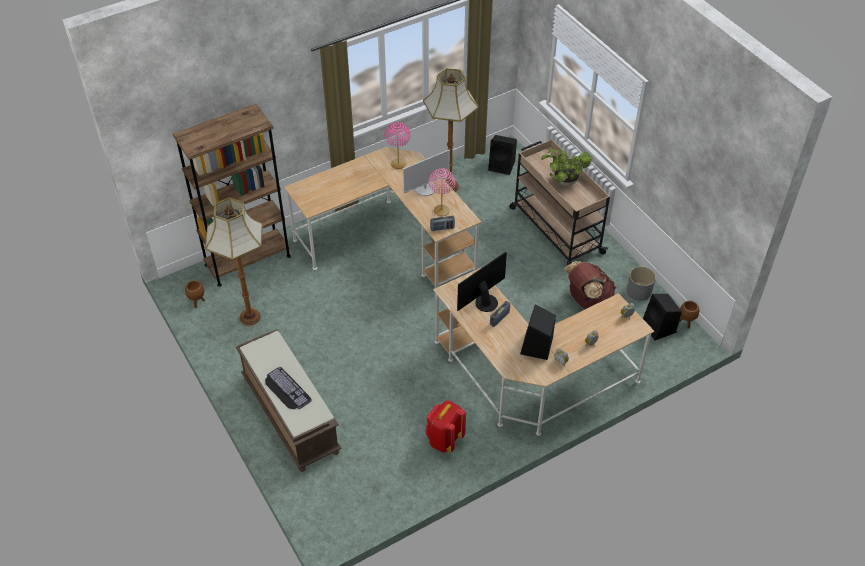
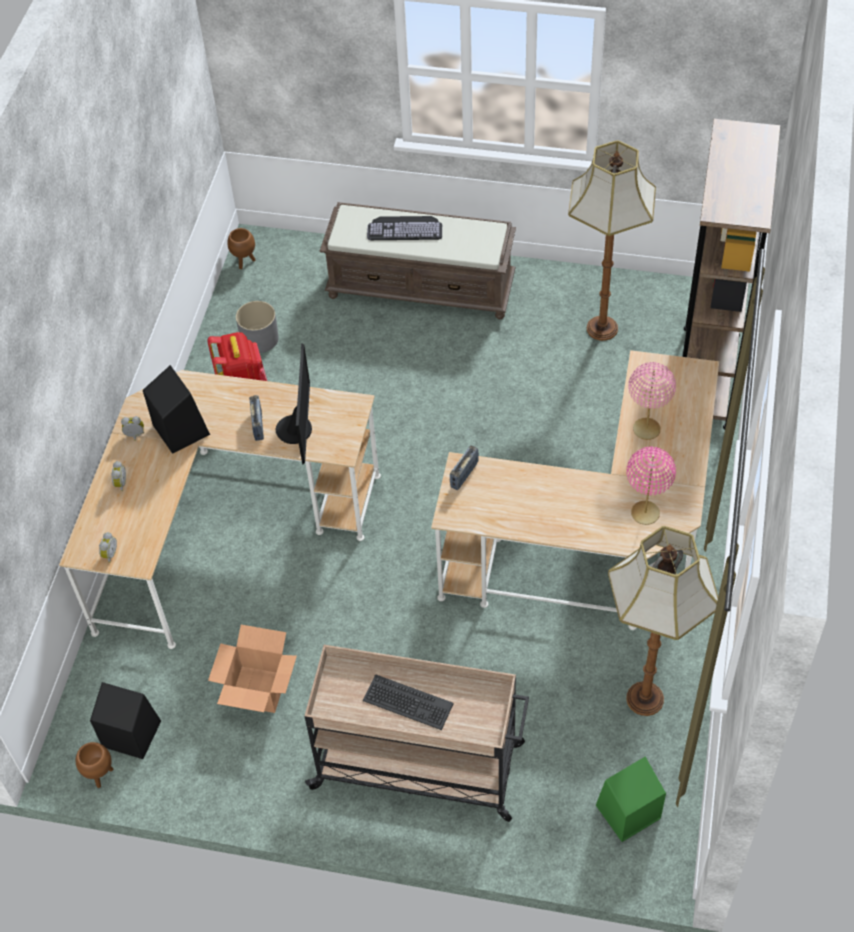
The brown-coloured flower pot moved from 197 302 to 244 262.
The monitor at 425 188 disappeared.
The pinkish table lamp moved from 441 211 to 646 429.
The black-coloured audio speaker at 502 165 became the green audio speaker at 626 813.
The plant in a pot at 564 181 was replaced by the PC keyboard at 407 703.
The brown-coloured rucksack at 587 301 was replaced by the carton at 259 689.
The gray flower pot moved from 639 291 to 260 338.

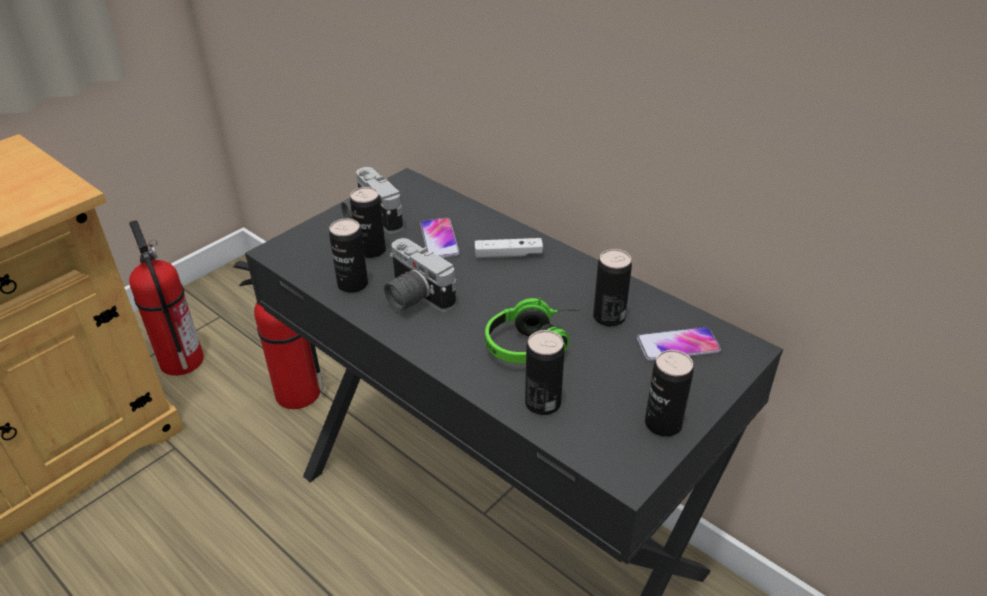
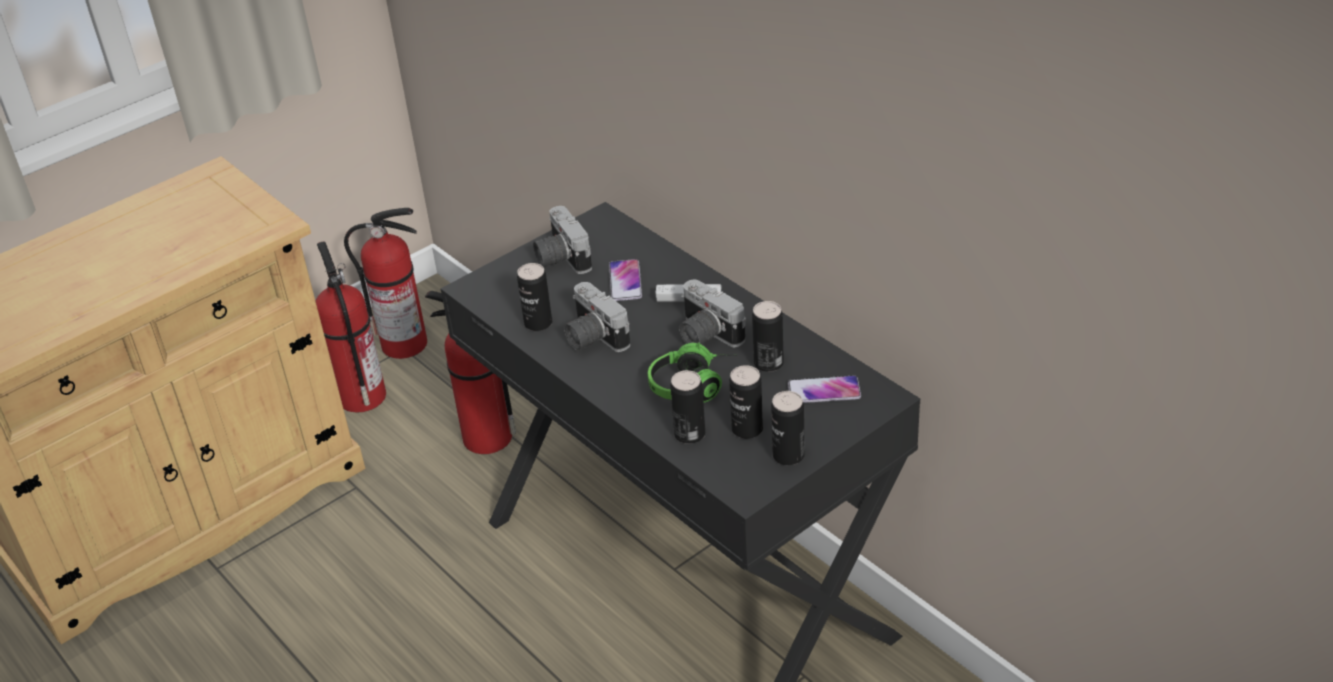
The can moved from 371 251 to 747 429.
The fire extinguisher at 406 343 appeared.
The still camera at 704 335 appeared.

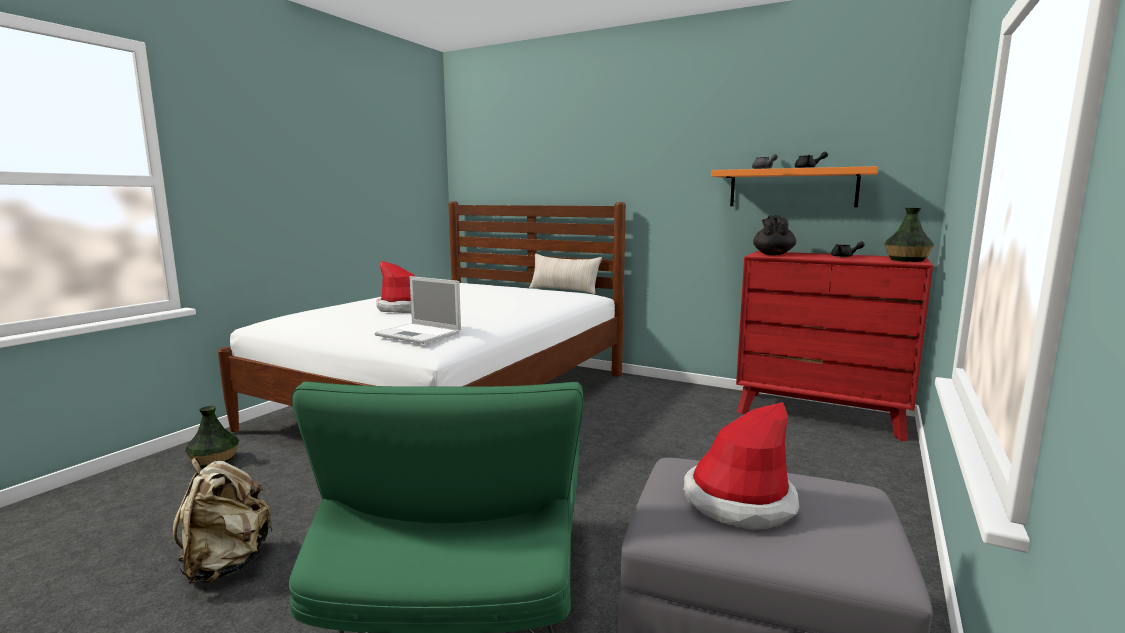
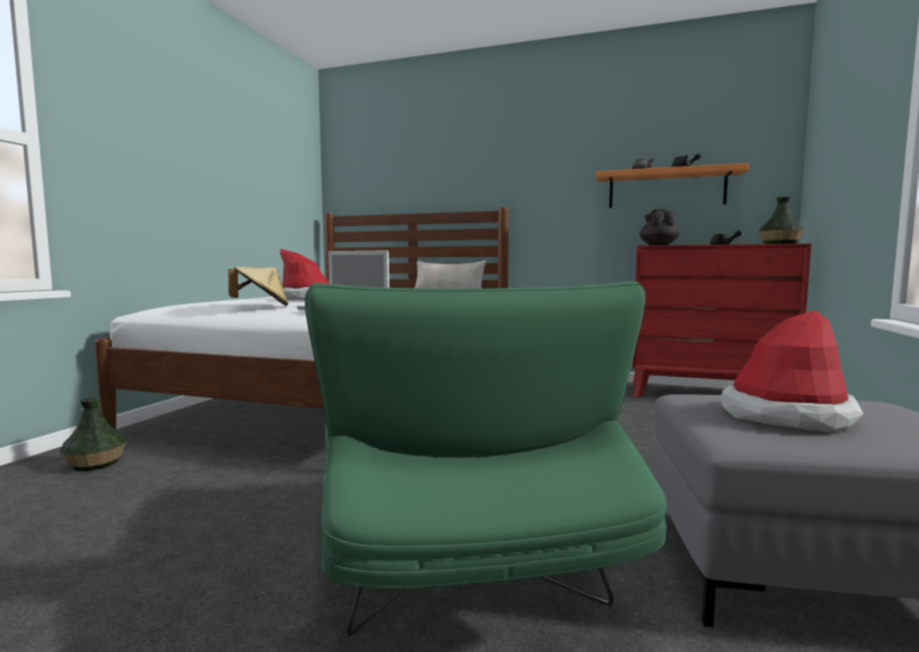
The sand-coloured rucksack at 226 564 disappeared.
The sand-coloured clothing hat at 261 306 appeared.

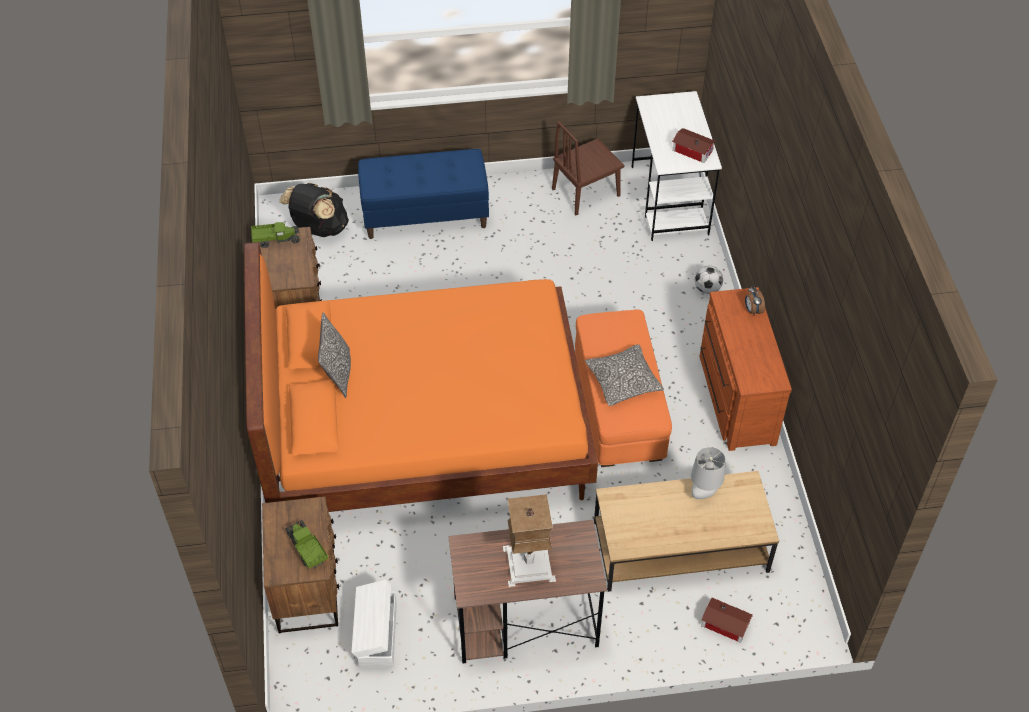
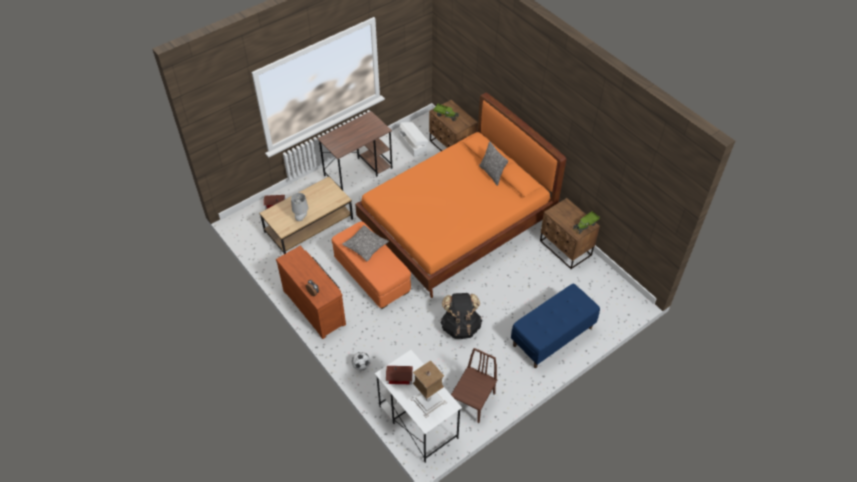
The black-coloured rucksack moved from 318 229 to 460 327.
The table lamp moved from 527 562 to 429 400.

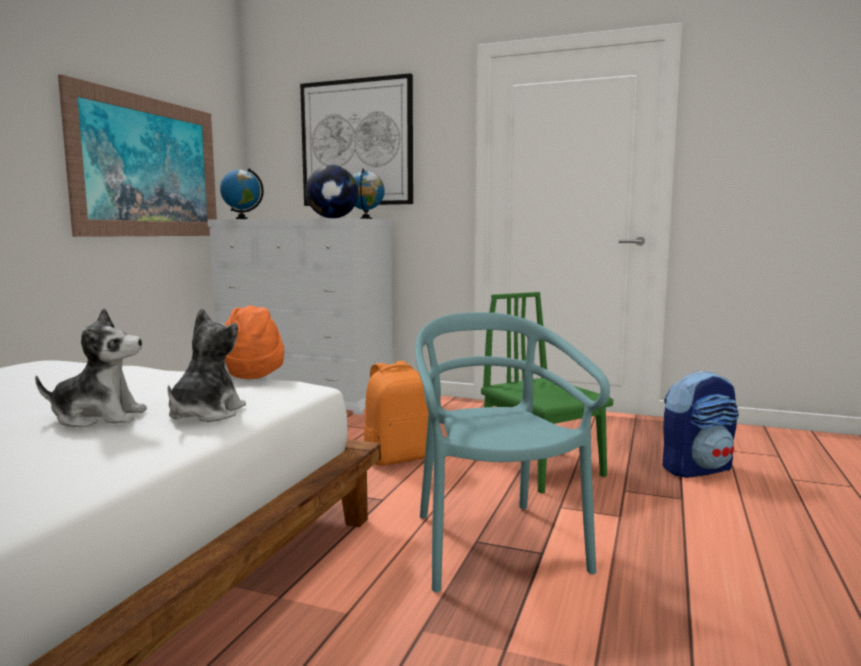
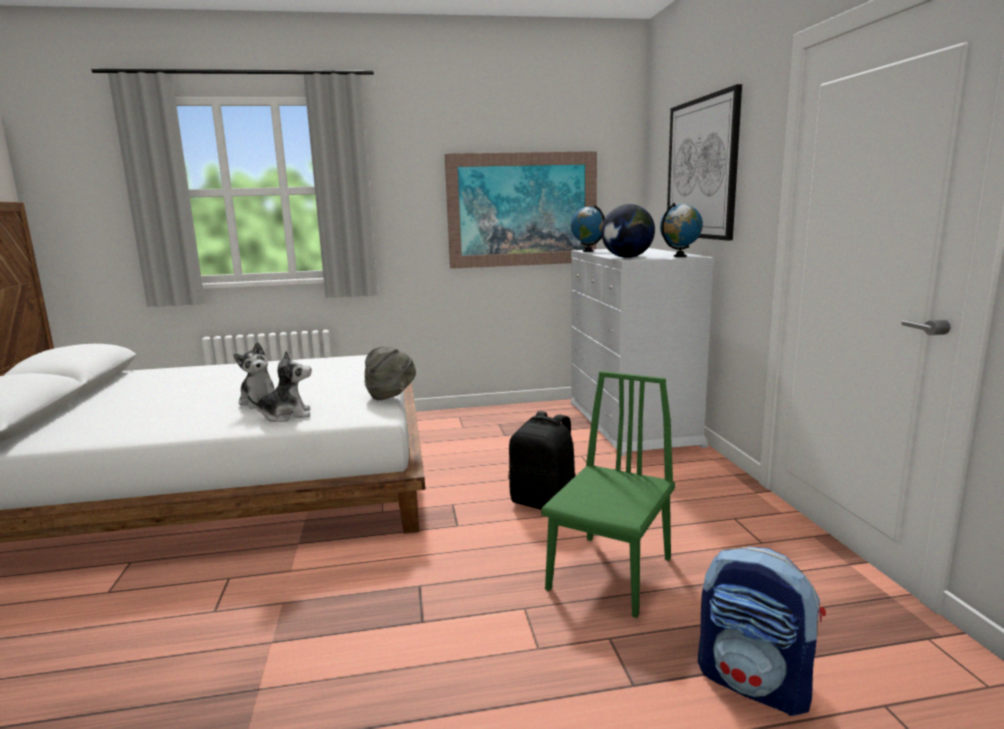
The orange clothing hat at 252 373 became the gray clothing hat at 391 395.
The orange rucksack at 398 457 became the black-coloured rucksack at 545 503.
The blue-green chair at 494 545 disappeared.

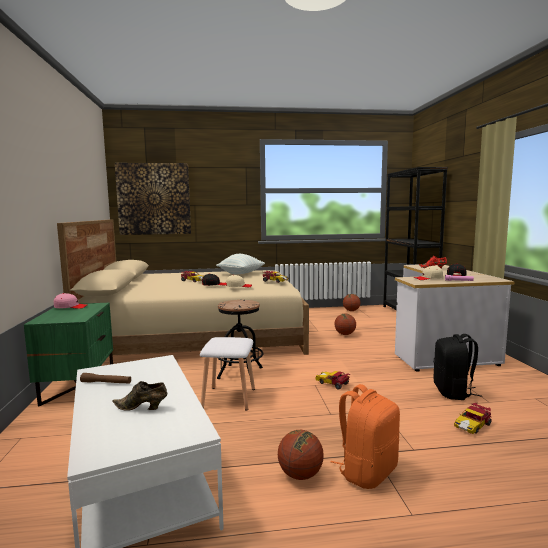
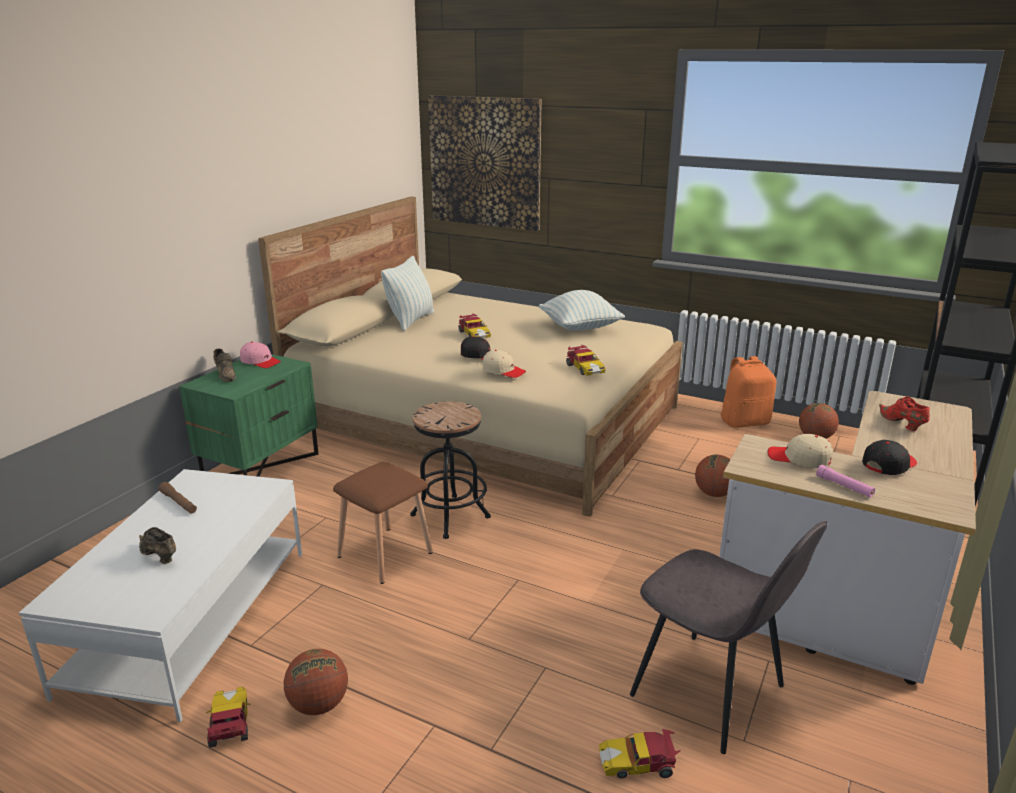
The whitish sitting stool at 228 398 became the brown-coloured sitting stool at 385 553.
The miniature car moved from 333 383 to 230 725.
The orange rucksack moved from 367 471 to 744 422.
The black-coloured rucksack at 453 392 was replaced by the gray chair at 711 693.
The brown-coloured low shoe at 225 375 appeared.
The cushion at 411 320 appeared.

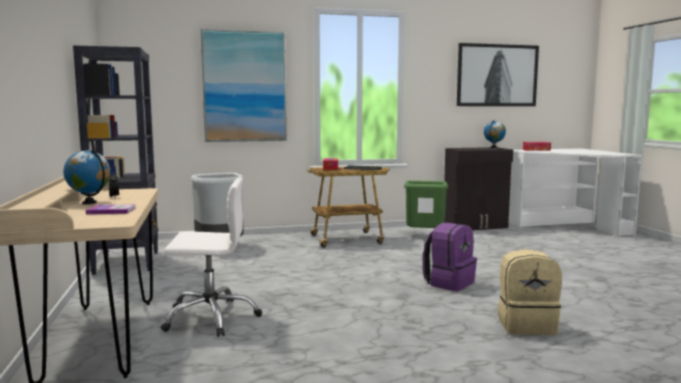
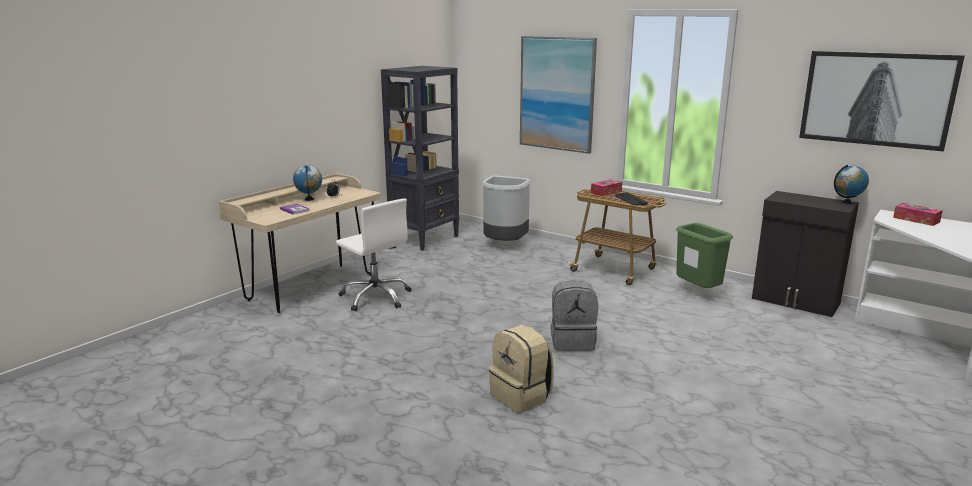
The purplish rucksack at 449 283 became the gray rucksack at 572 341.

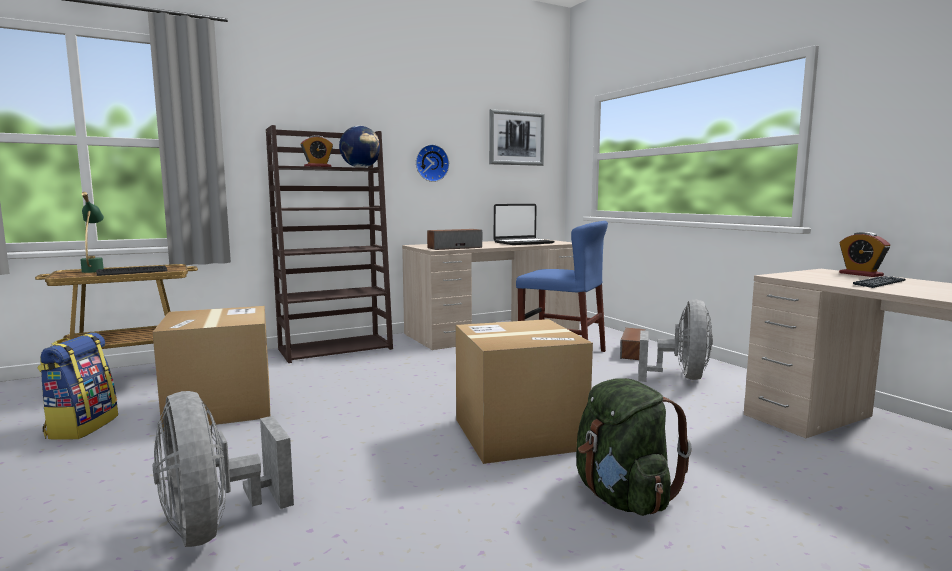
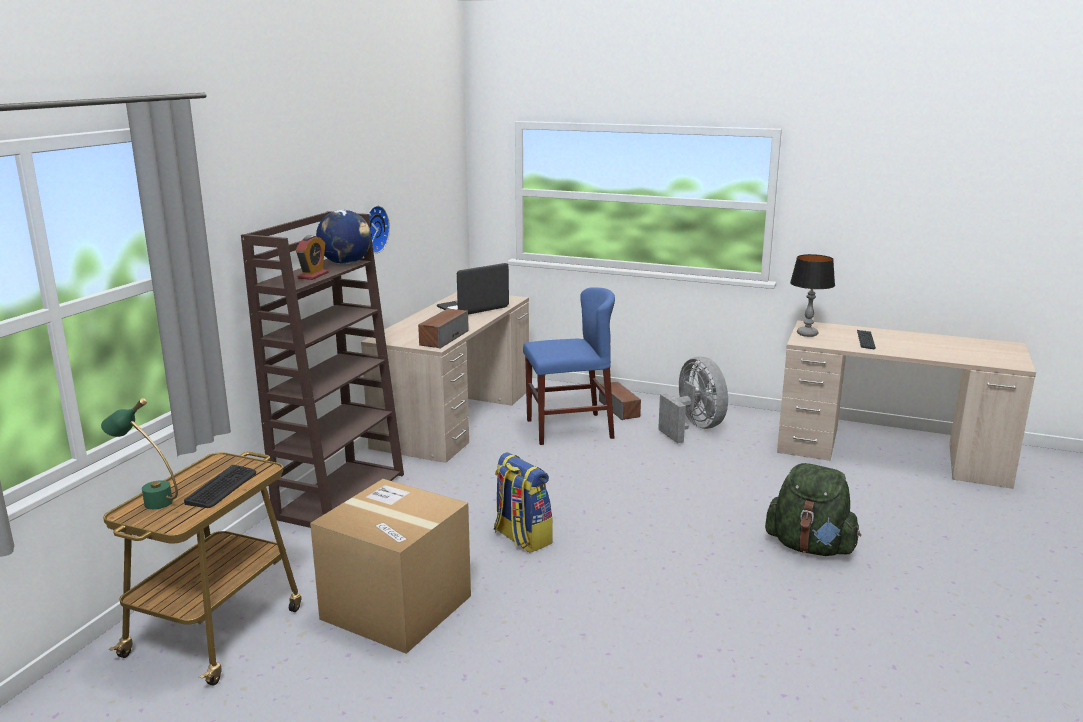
The rucksack moved from 82 427 to 521 538.
The gray fan at 216 526 disappeared.
The carton at 518 434 disappeared.
The wall art at 516 138 disappeared.
The portable computer at 523 243 turned 150 degrees counterclockwise.
The table clock at 860 274 disappeared.
The table lamp at 807 334 appeared.

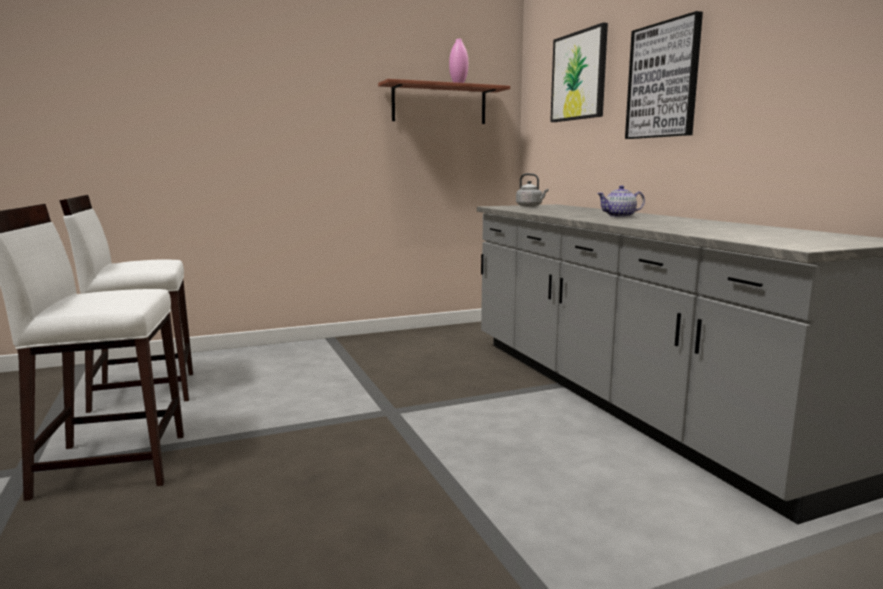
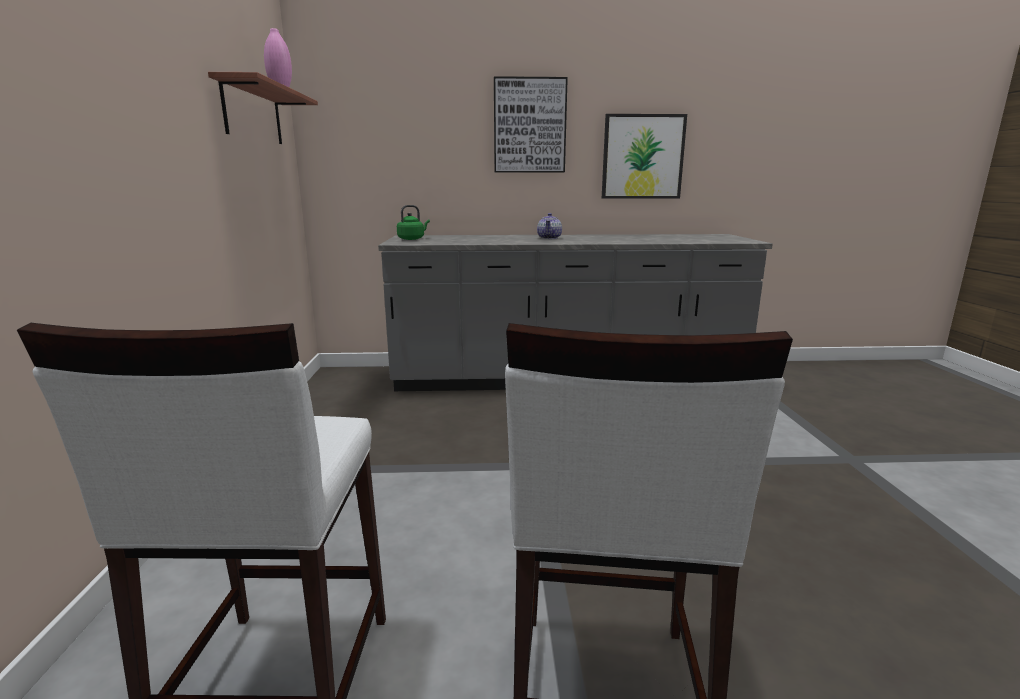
The gray water kettle at 530 206 became the green water kettle at 412 239.
The wall art moved from 579 76 to 642 157.

